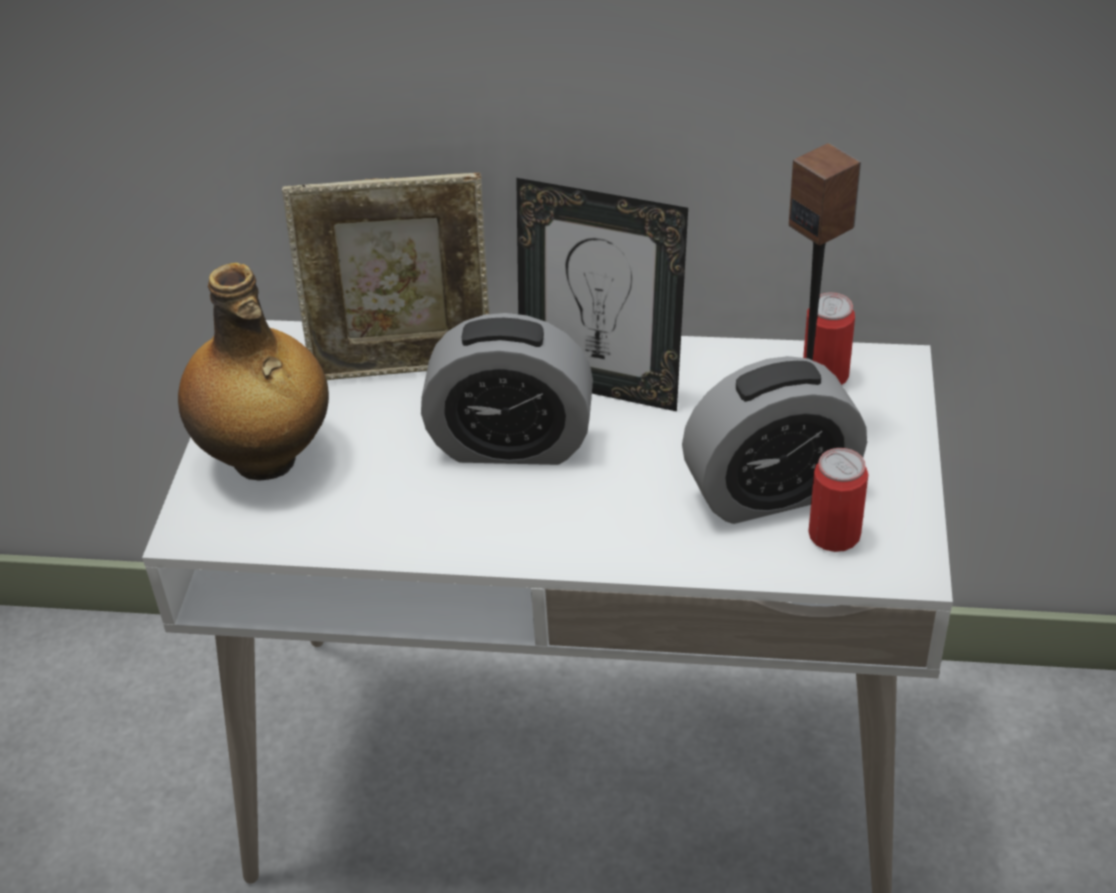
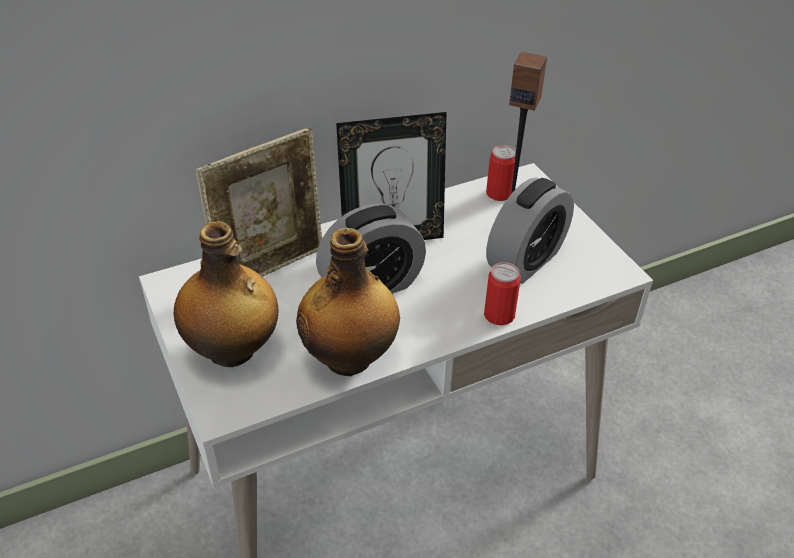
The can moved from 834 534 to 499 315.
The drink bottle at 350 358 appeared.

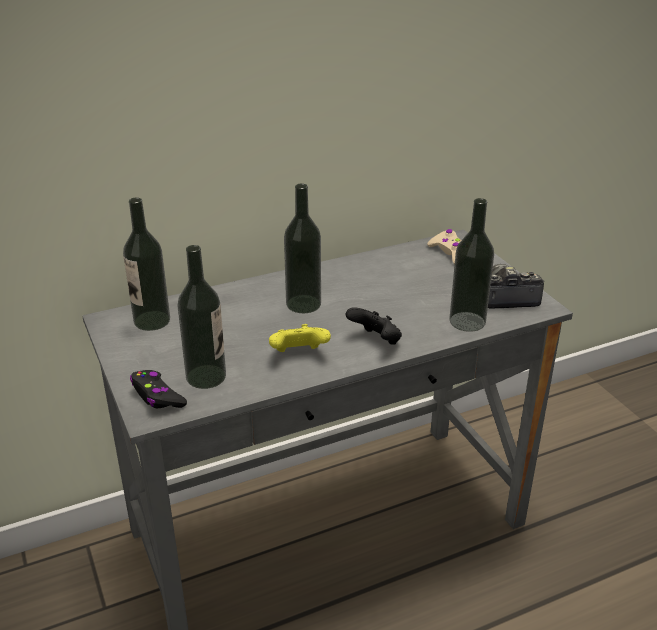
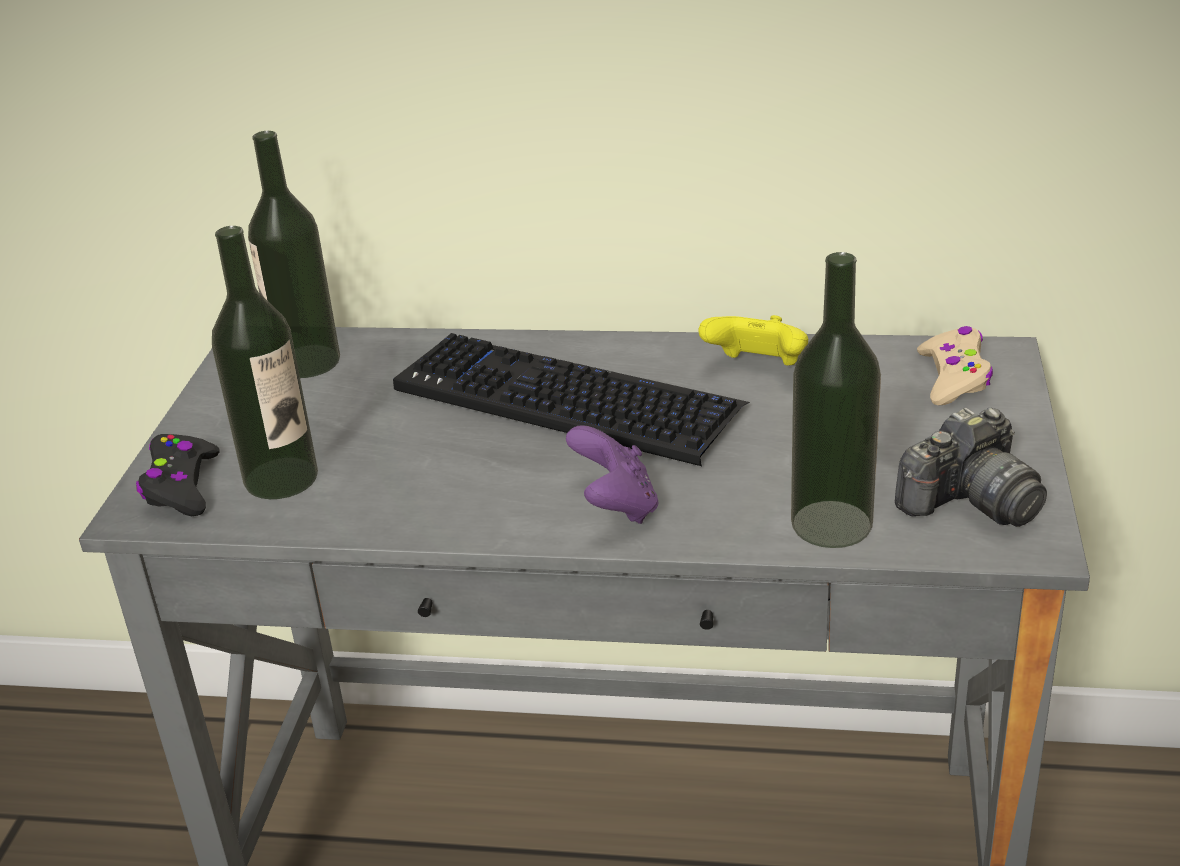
The yellow-coloured joypad moved from 298 354 to 757 368.
The drink bottle at 303 304 was replaced by the PC keyboard at 566 401.
The black-coloured joypad at 376 341 became the purplish joypad at 615 506.
The still camera at 507 298 turned 120 degrees clockwise.

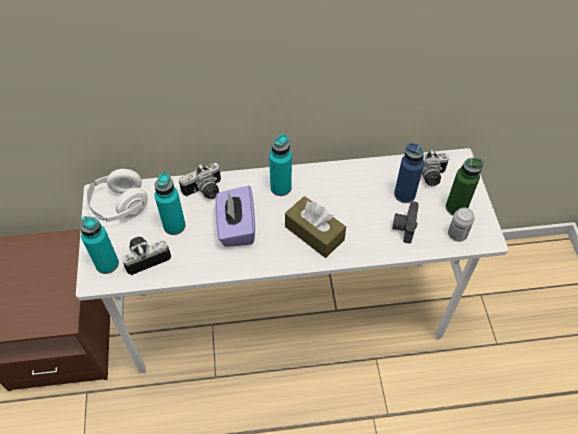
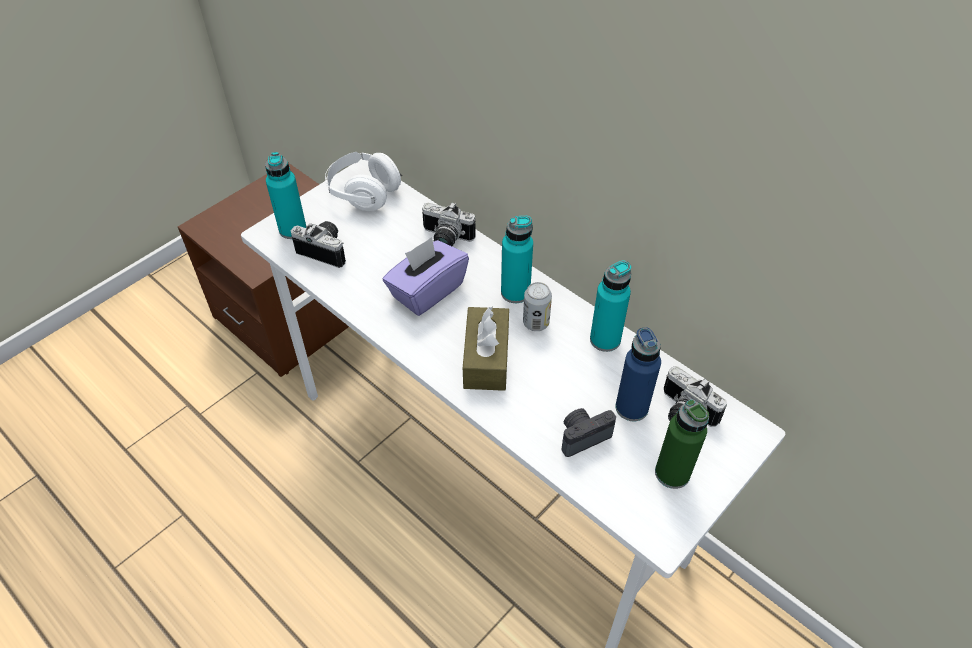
The blue-green drink bottle moved from 174 226 to 605 339.
The can moved from 457 234 to 536 323.

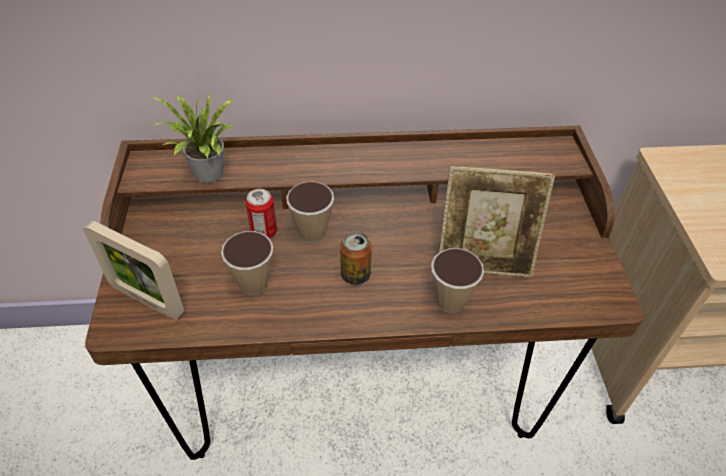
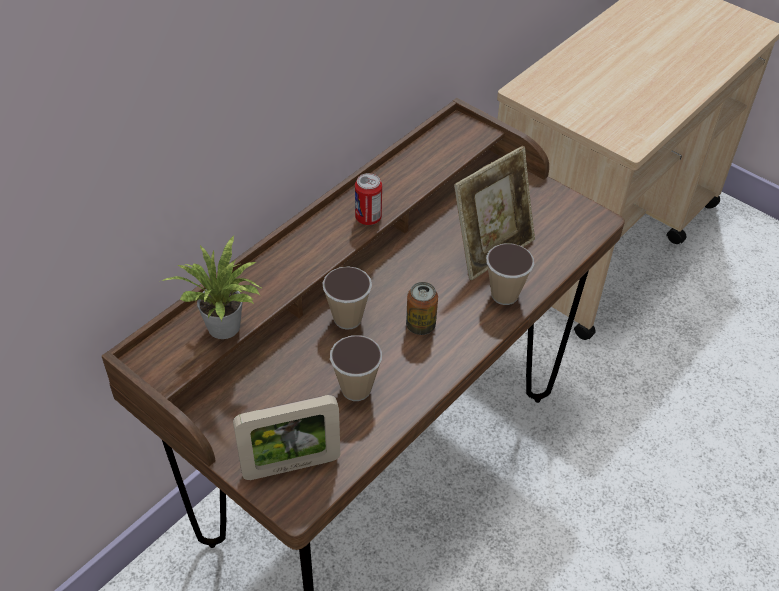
The can moved from 264 232 to 368 218.

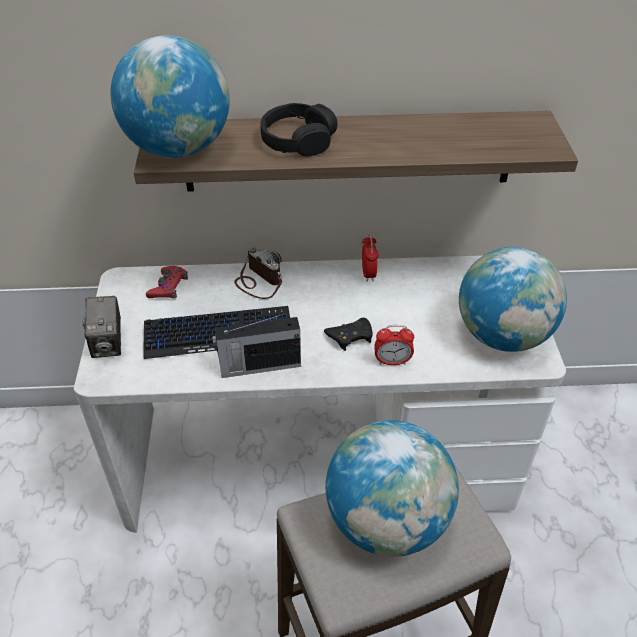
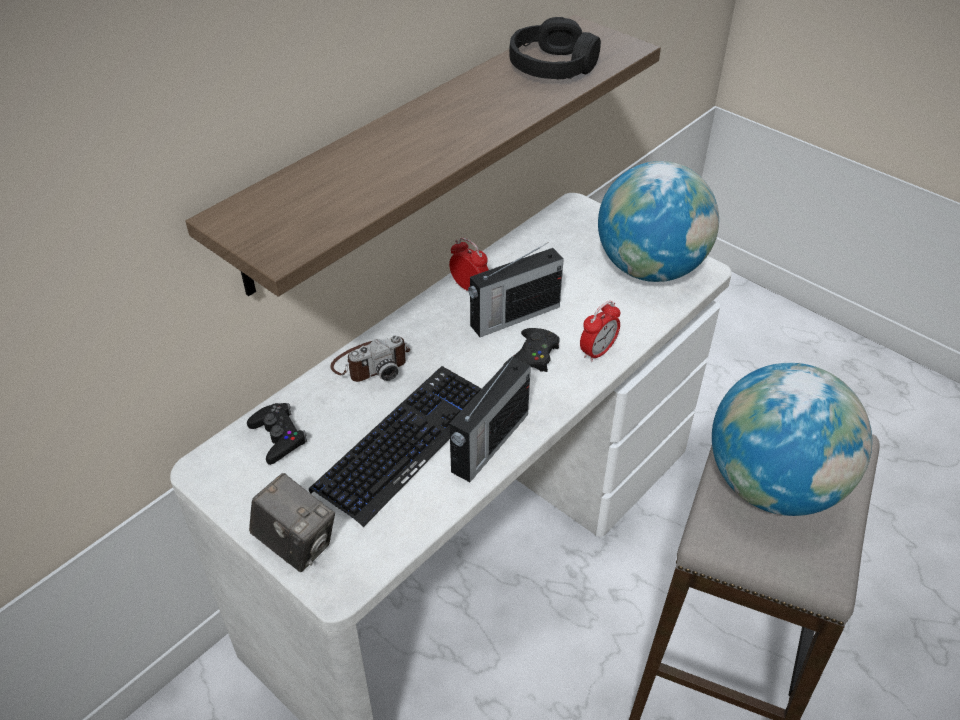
The world globe at 178 149 disappeared.
The reddish joypad at 168 287 became the black-coloured joypad at 278 437.
The still camera at 258 281 turned 150 degrees clockwise.
The black-coloured pair of headphones moved from 298 140 to 552 66.
The radio set at 513 316 appeared.

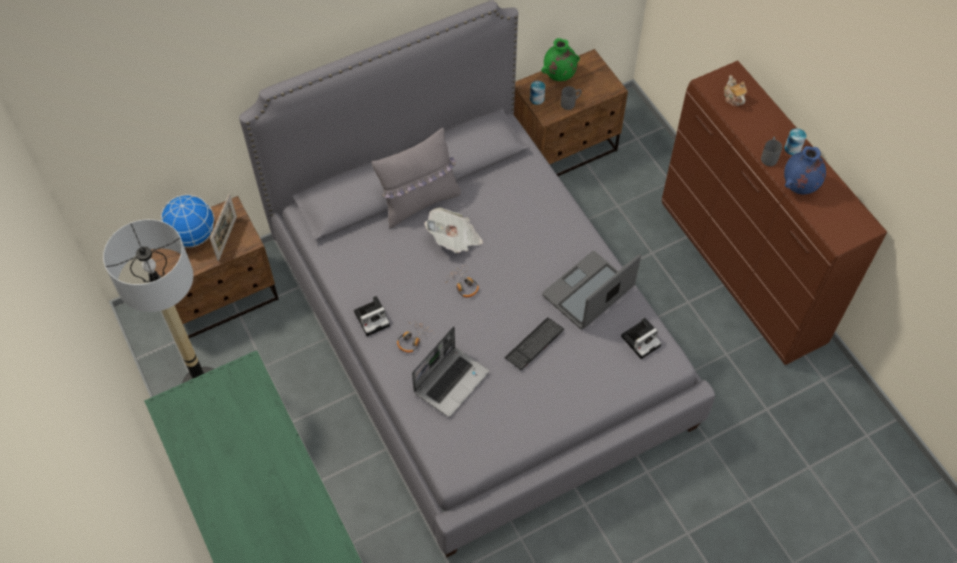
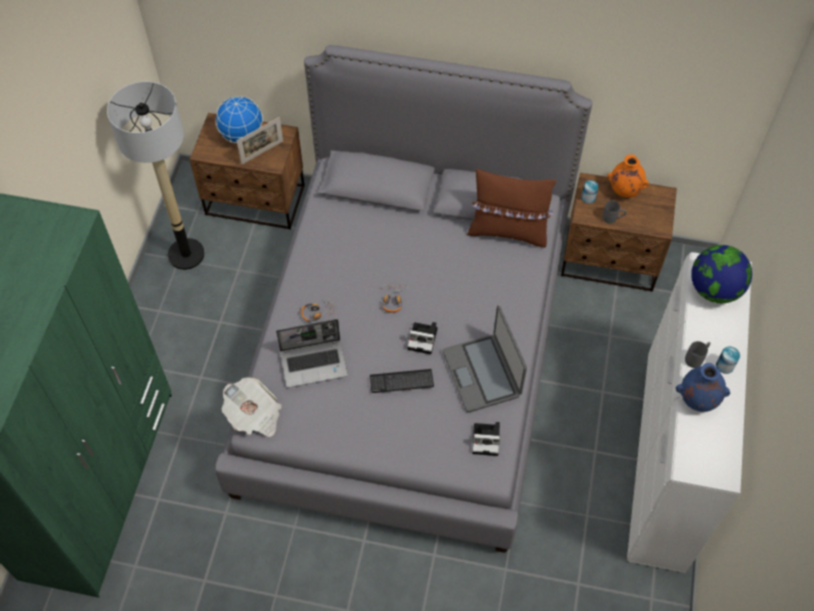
The still camera moved from 373 318 to 424 339.
The gray cushion at 419 202 disappeared.
The newspaper moved from 454 239 to 254 415.
The green vase at 559 76 became the orange vase at 624 191.
The portable computer at 589 292 turned 105 degrees counterclockwise.
The brown-coloured dresser at 740 274 became the whitish dresser at 662 461.
The pot for tea at 733 98 was replaced by the world globe at 714 289.
The brown-coloured cushion at 508 231 appeared.

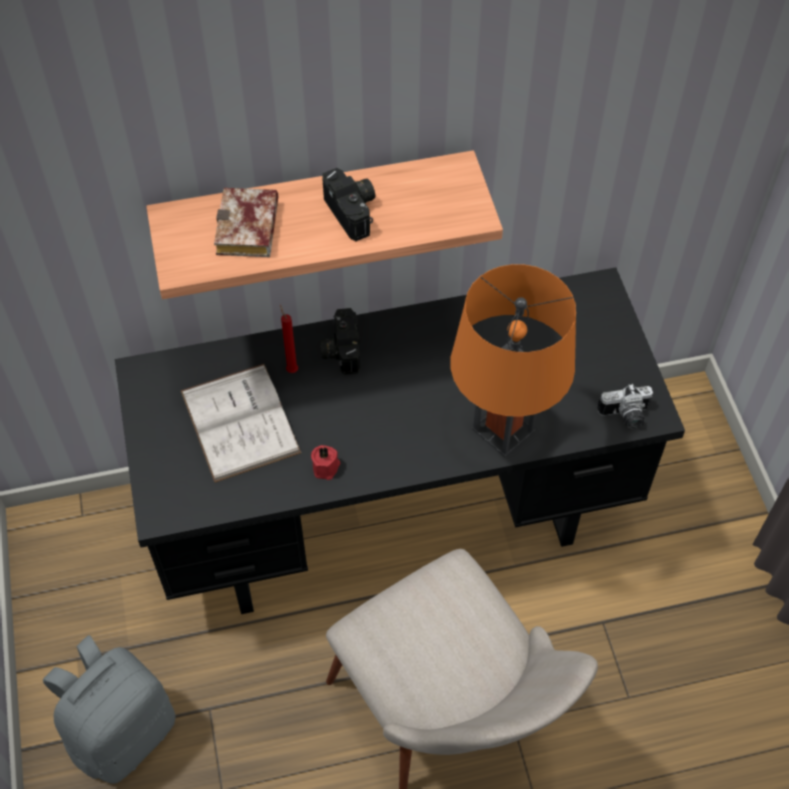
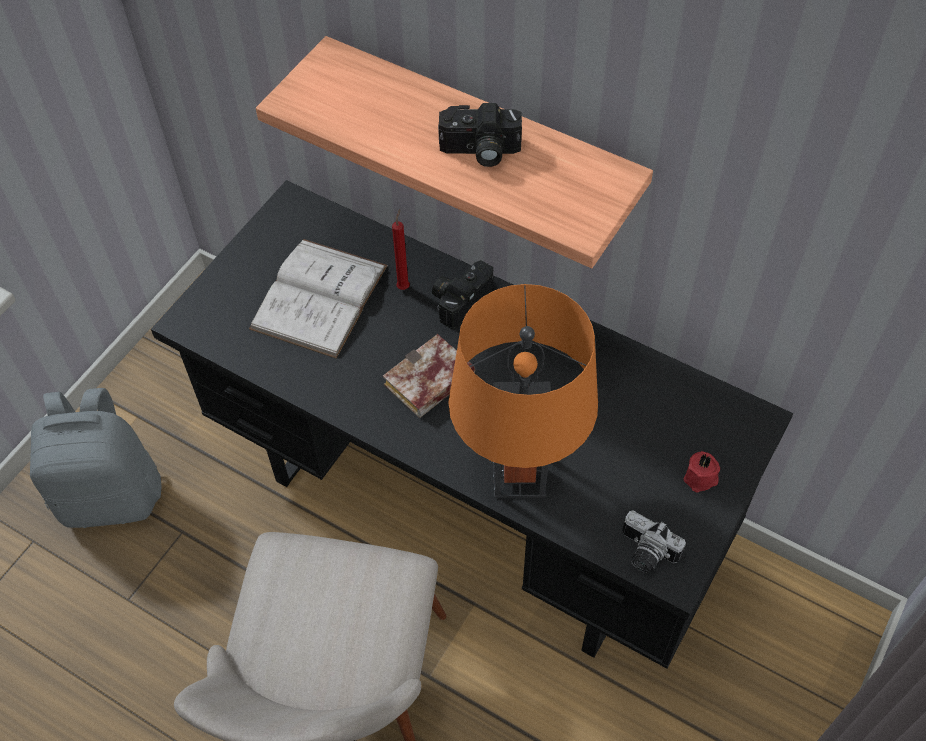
The book moved from 250 231 to 428 384.
The reddish wax candle moved from 326 467 to 701 479.
The still camera at 354 212 turned 75 degrees clockwise.

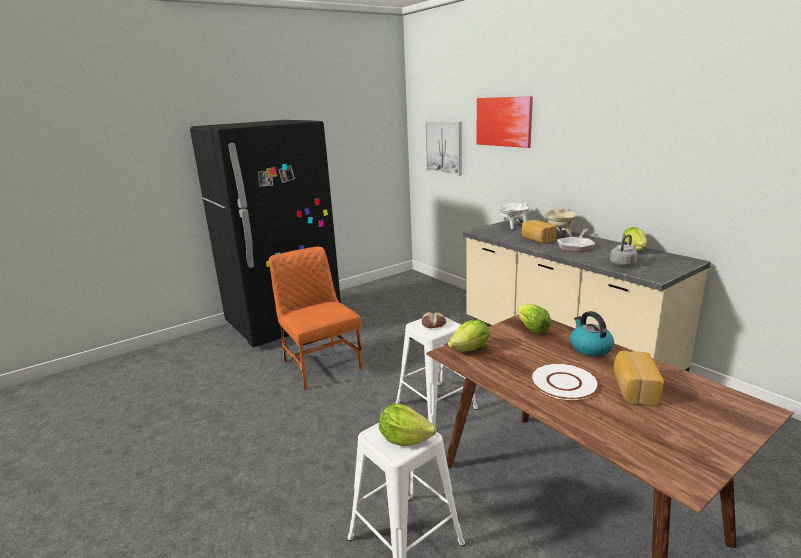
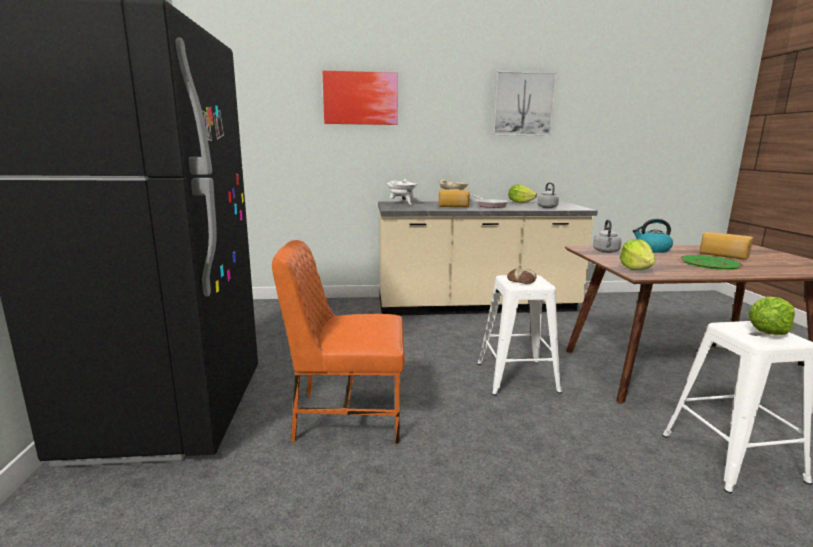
The wall art moved from 444 147 to 522 104.
The lettuce head at 532 329 was replaced by the gray water kettle at 606 252.
The whitish flat dish at 563 382 became the green flat dish at 709 263.

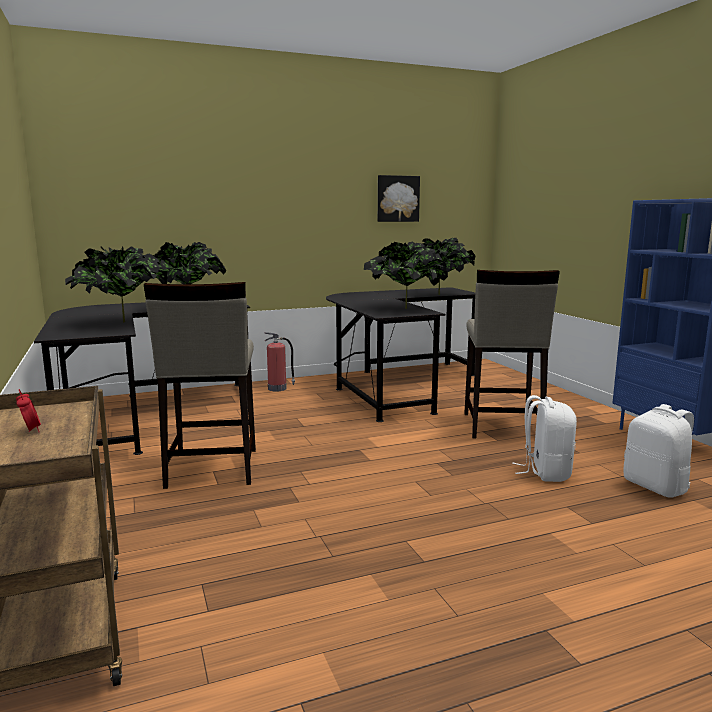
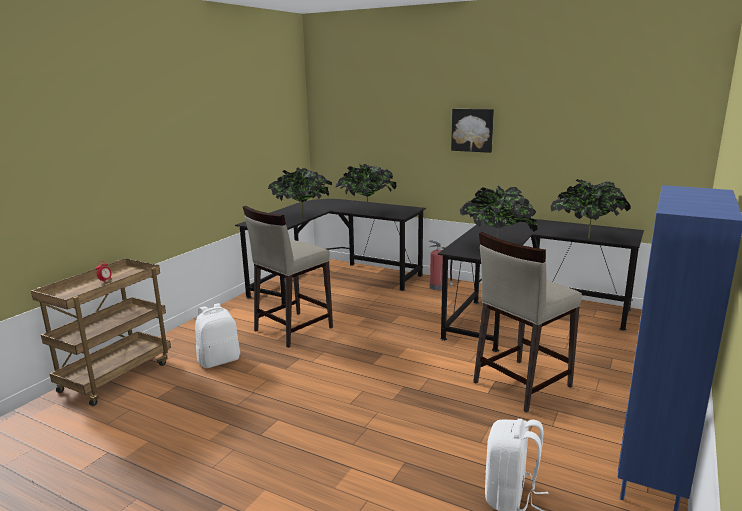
The wall art moved from 397 198 to 472 130.
The whitish rucksack moved from 545 472 to 219 360.

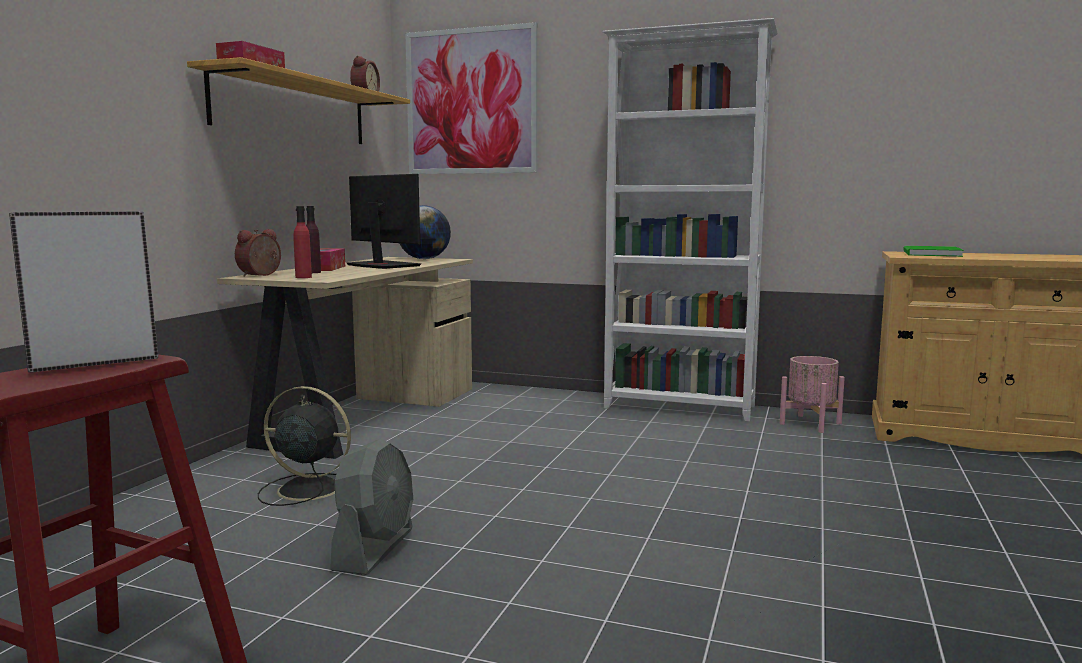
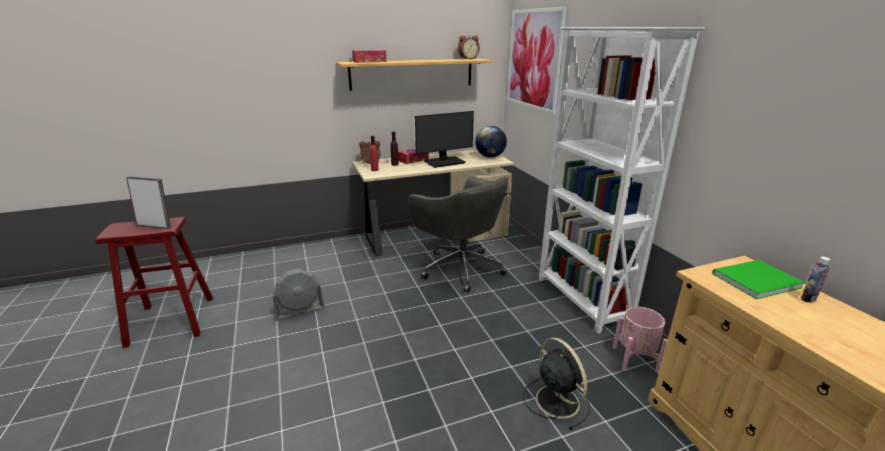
The black-coloured fan moved from 306 489 to 556 400.
The monitor at 382 265 turned 60 degrees clockwise.
The gray computer chair at 460 268 appeared.
The drink bottle at 808 299 appeared.

